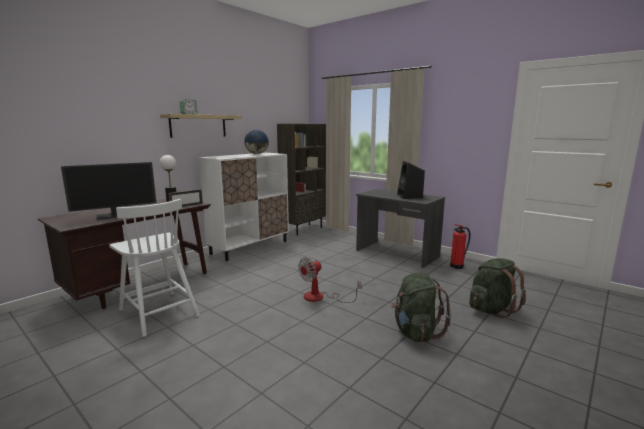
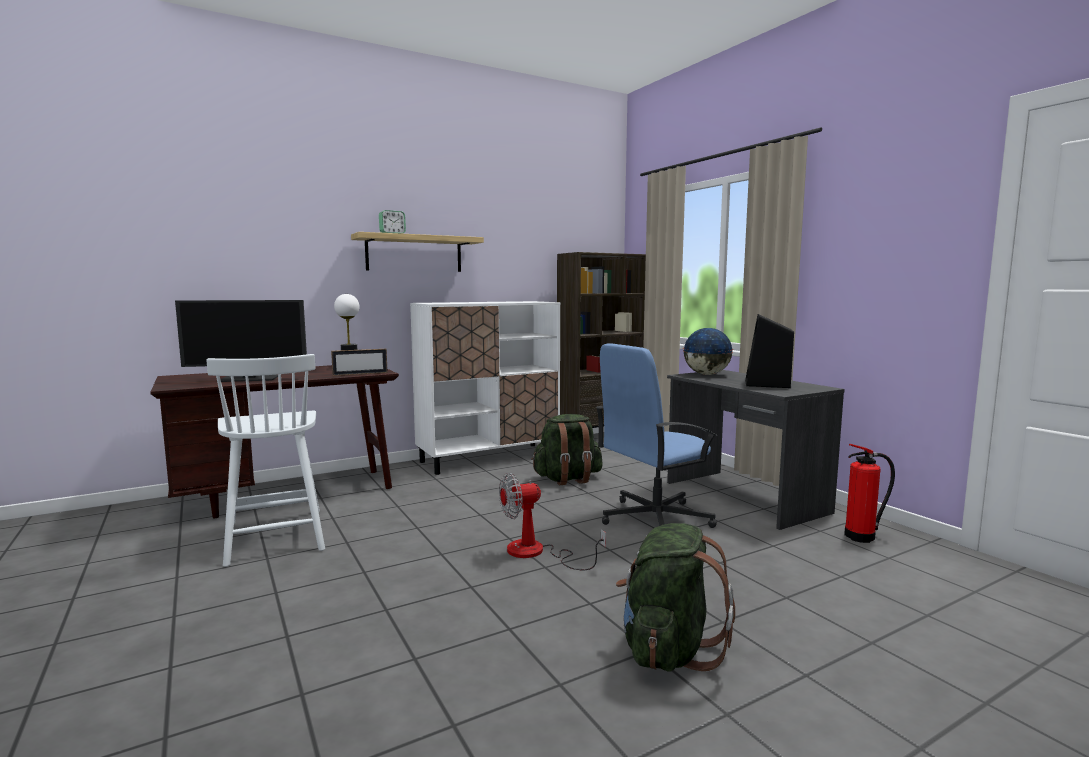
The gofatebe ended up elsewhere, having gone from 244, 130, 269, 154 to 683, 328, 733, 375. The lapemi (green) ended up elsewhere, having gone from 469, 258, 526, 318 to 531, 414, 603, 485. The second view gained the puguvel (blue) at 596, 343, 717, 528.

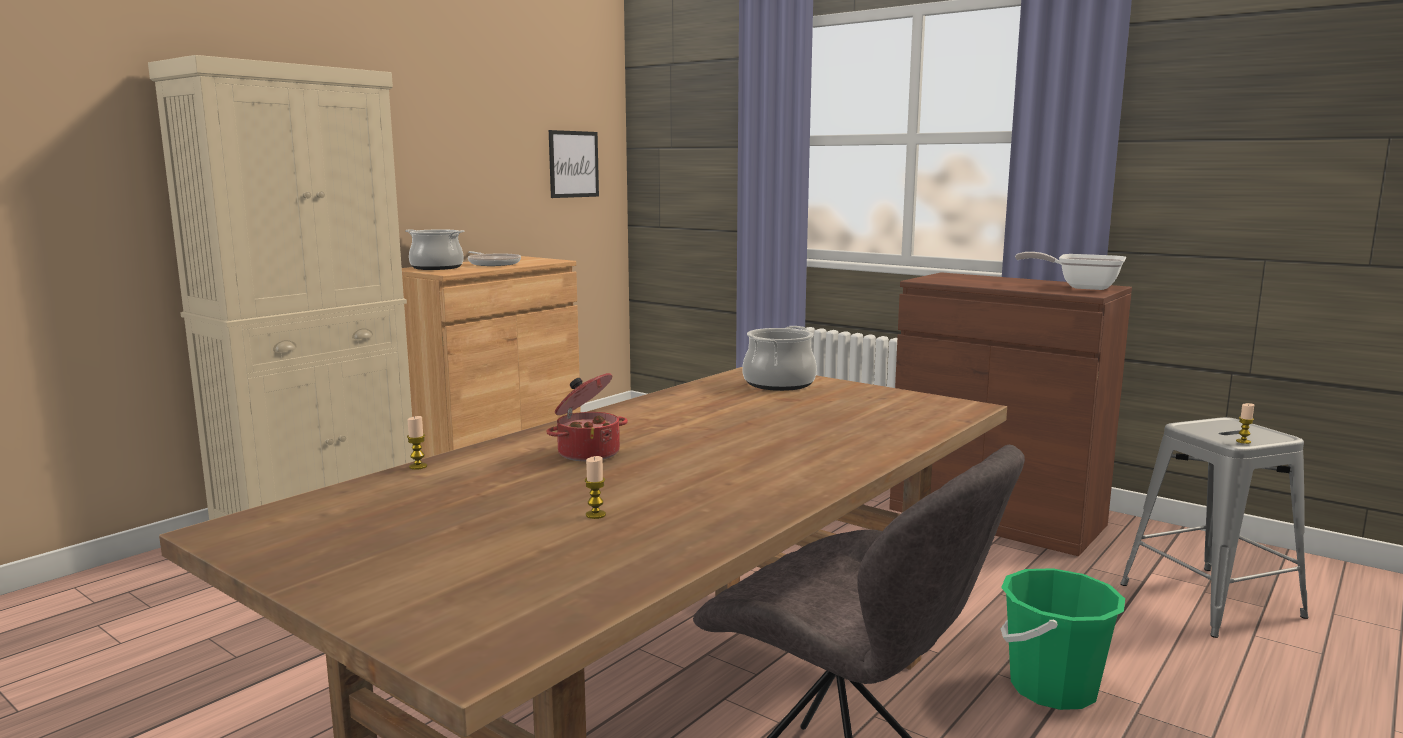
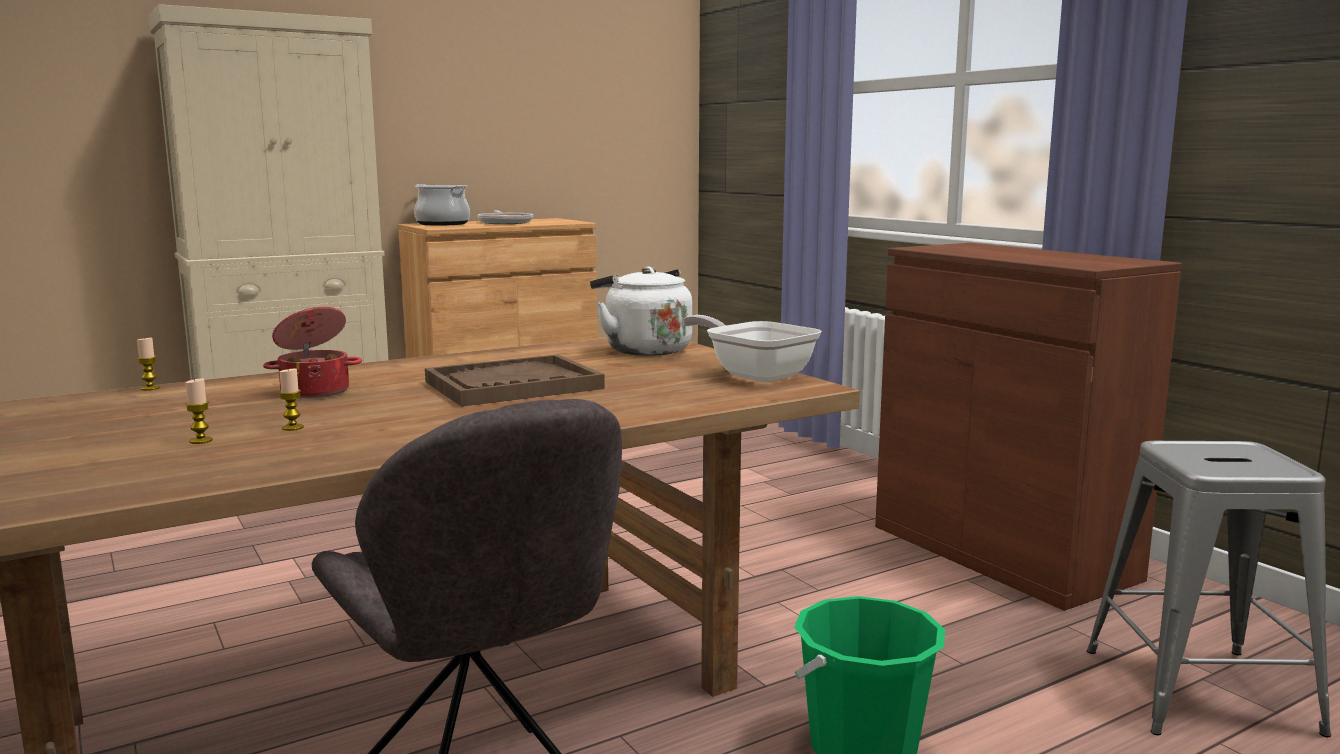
The second view lost the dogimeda at 549, 130, 599, 198. The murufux ended up elsewhere, having gone from 1015, 252, 1126, 290 to 683, 315, 822, 382. Where the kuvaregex stood at 742, 326, 817, 391, the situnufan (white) came to stand at 590, 266, 692, 356. The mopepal ended up elsewhere, having gone from 1236, 403, 1254, 444 to 279, 369, 304, 431. The second view gained the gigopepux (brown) at 425, 354, 605, 407.

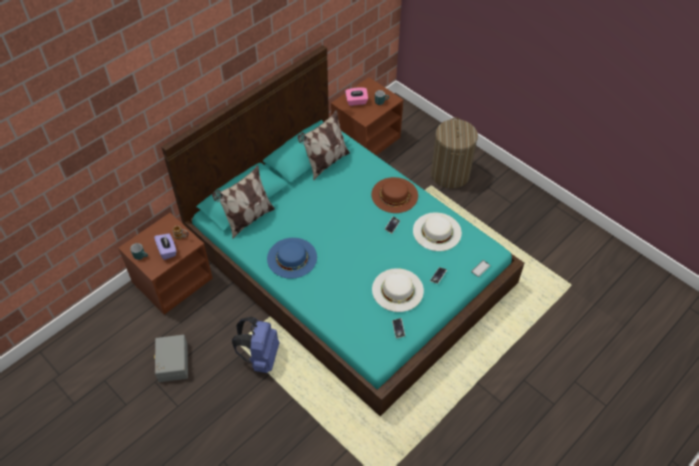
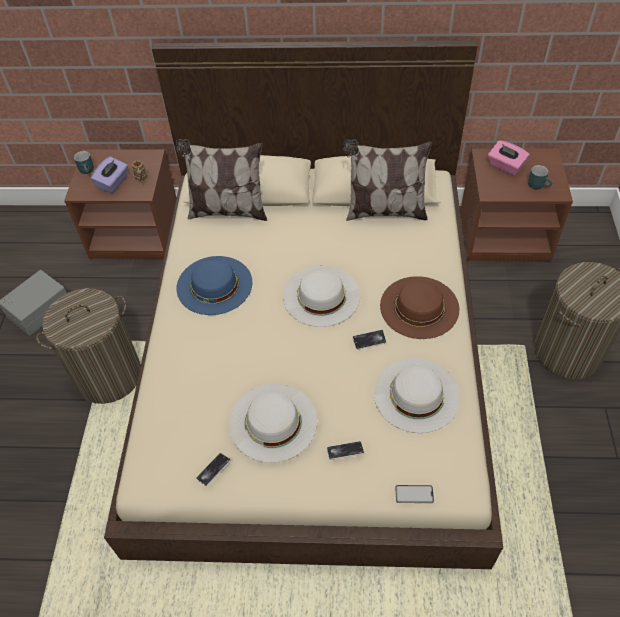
What was the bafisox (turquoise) at 161, 45, 524, 416 turned into the bafisox (beige) at 104, 40, 503, 569. Where the lapemi (blue) stood at 232, 317, 279, 373, the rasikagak came to stand at 36, 288, 141, 404. The second view gained the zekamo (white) at 283, 266, 360, 327.

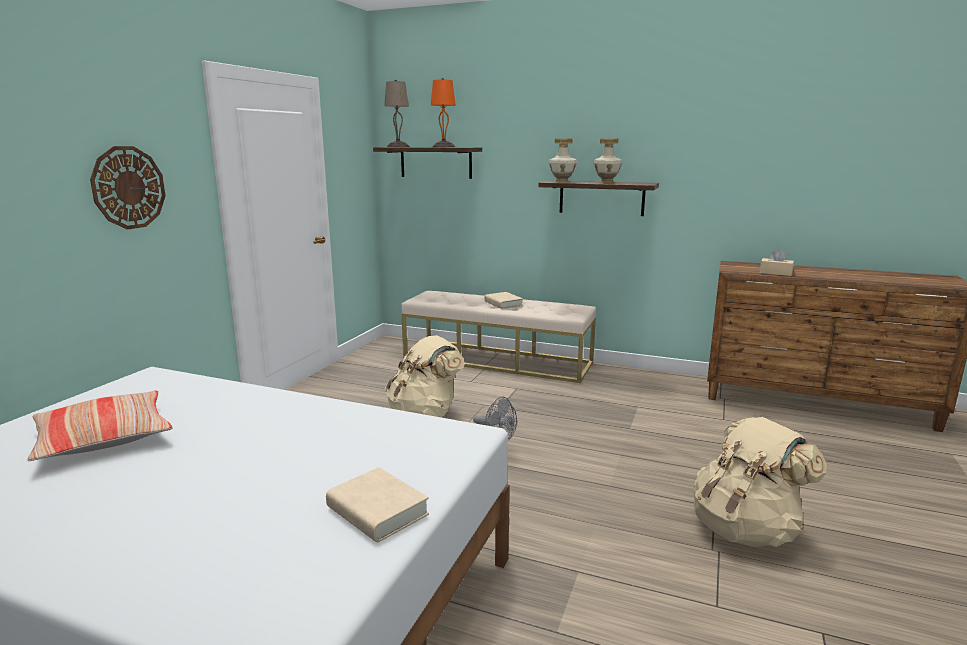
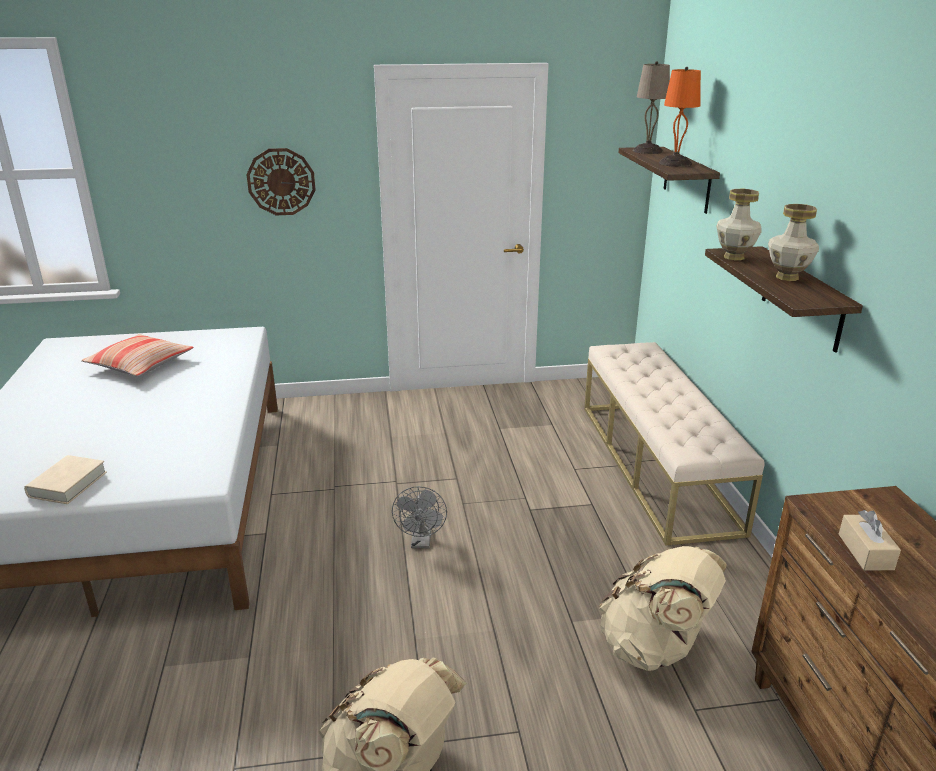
The second view lost the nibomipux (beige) at 485, 292, 523, 309. The lapemi (beige) ended up elsewhere, having gone from 385, 335, 465, 417 to 599, 546, 727, 671.

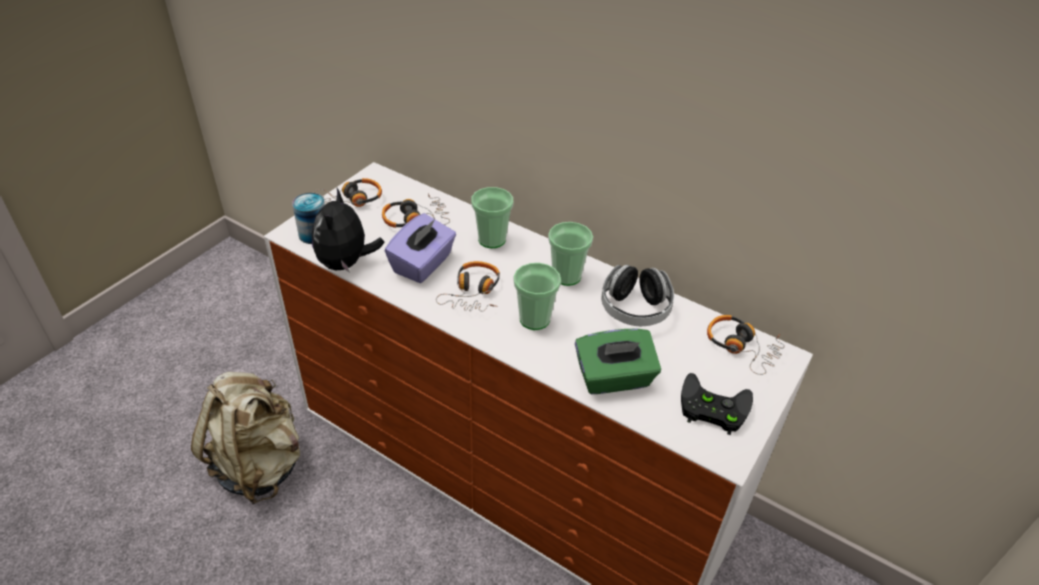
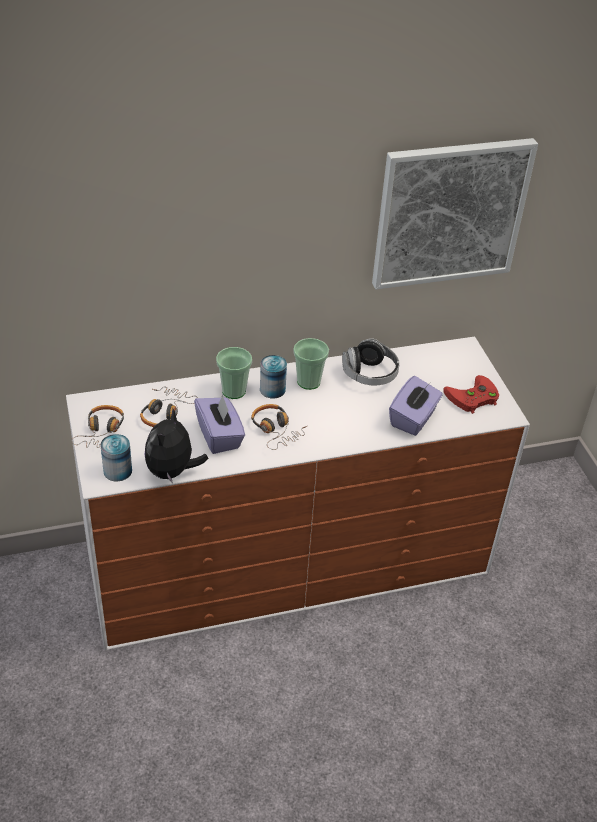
The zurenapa at 312, 188, 385, 273 ended up facing another way, 60 degrees clockwise from before. The second view lost the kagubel at 514, 263, 561, 330. The second view lost the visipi at 707, 315, 785, 375. What was the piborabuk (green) at 575, 328, 661, 394 turned into the piborabuk (purple) at 389, 376, 443, 436. The second view lost the lapemi (beige) at 191, 372, 300, 504. What was the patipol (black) at 681, 373, 753, 435 turned into the patipol (red) at 443, 375, 499, 414. The second view gained the dogimeda at 372, 138, 538, 289. The second view gained the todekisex at 260, 355, 287, 399.

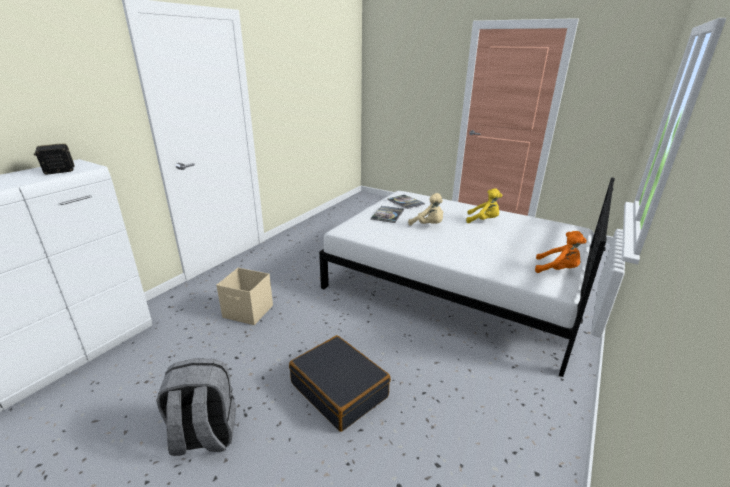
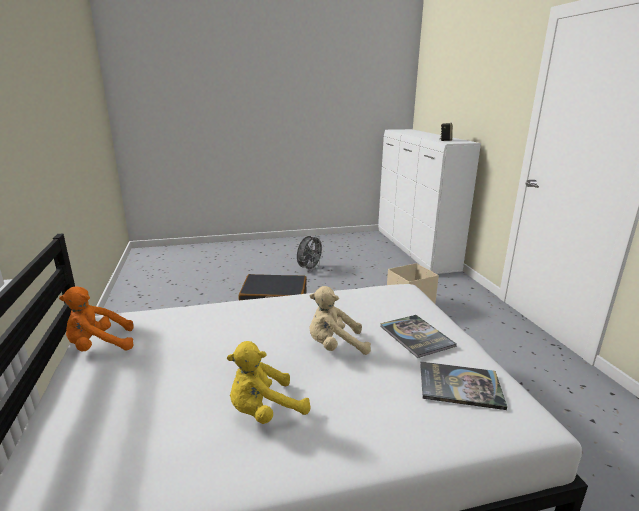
Where the lapemi (grey) stood at 156, 358, 236, 456, the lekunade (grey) came to stand at 297, 235, 324, 272.

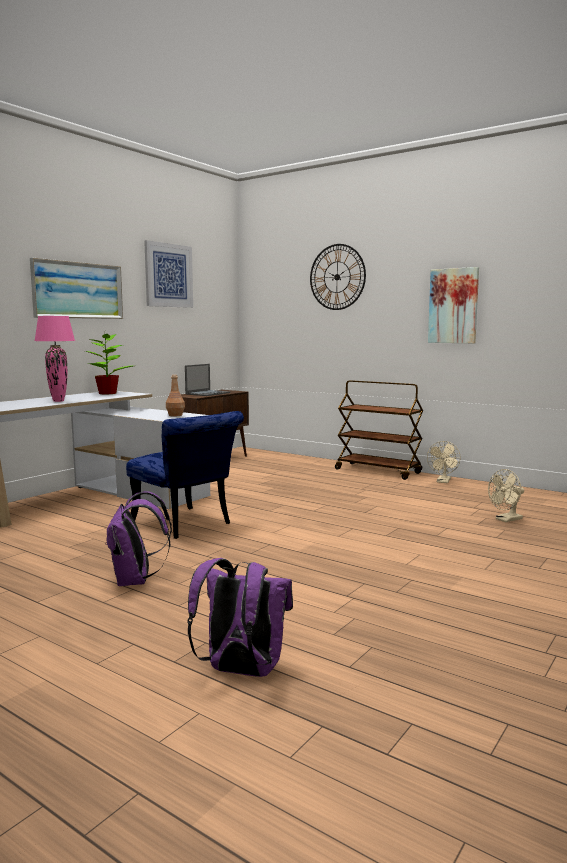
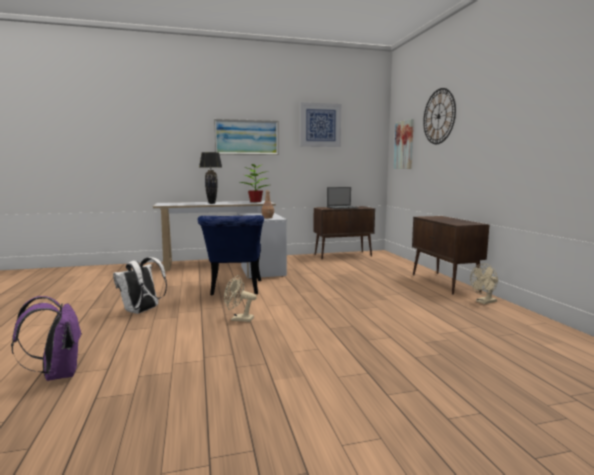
The dogimeda ended up elsewhere, having gone from 428, 267, 479, 343 to 394, 119, 414, 169. What was the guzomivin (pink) at 34, 316, 75, 402 turned into the guzomivin (black) at 199, 152, 222, 204. Where the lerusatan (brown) stood at 335, 380, 423, 480, the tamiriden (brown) came to stand at 412, 216, 489, 294. The lekunade (beige) ended up elsewhere, having gone from 488, 469, 524, 522 to 224, 275, 257, 322. What was the lapemi (purple) at 105, 491, 172, 586 turned into the lapemi (white) at 113, 257, 167, 314.

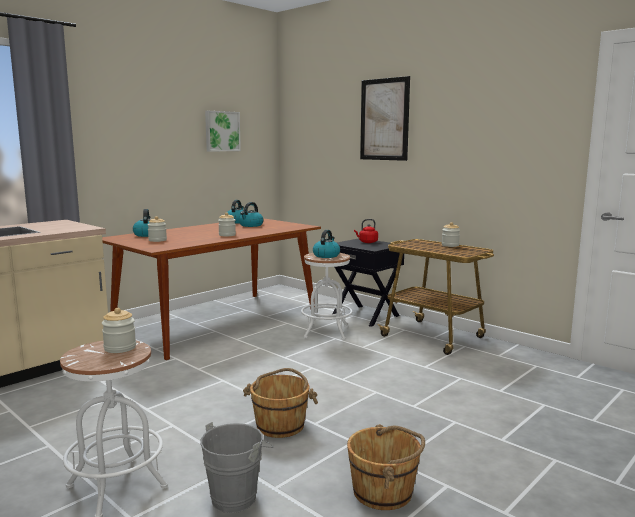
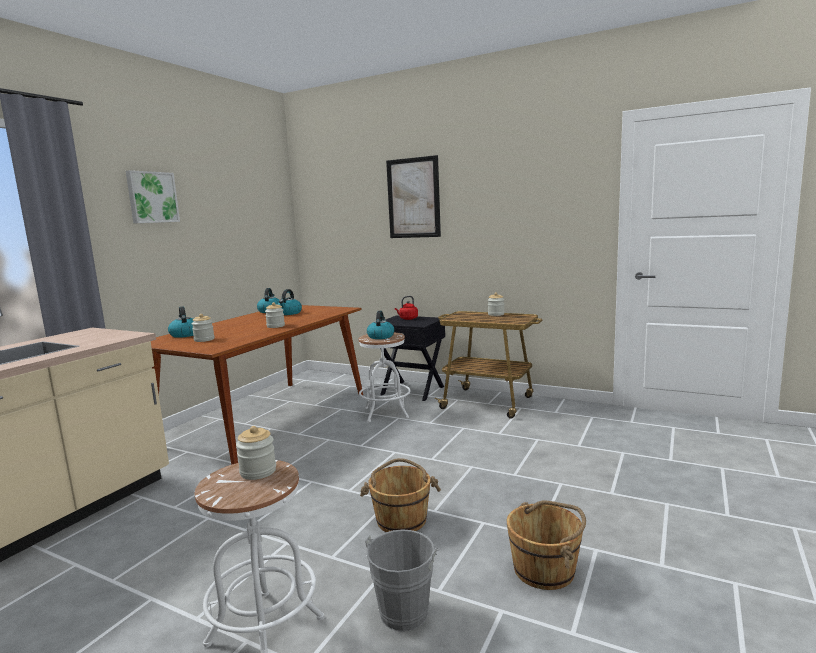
The dogimeda ended up elsewhere, having gone from 205, 111, 241, 152 to 126, 170, 180, 223.

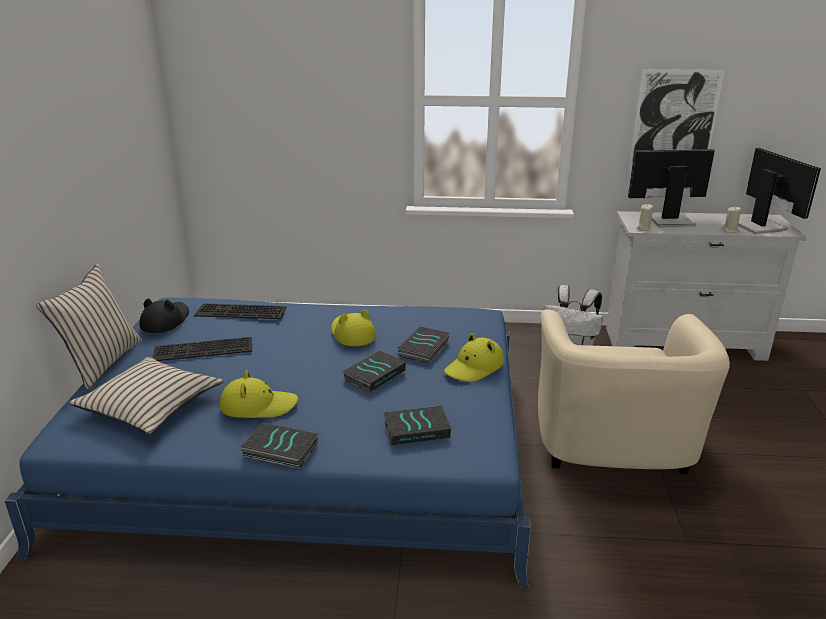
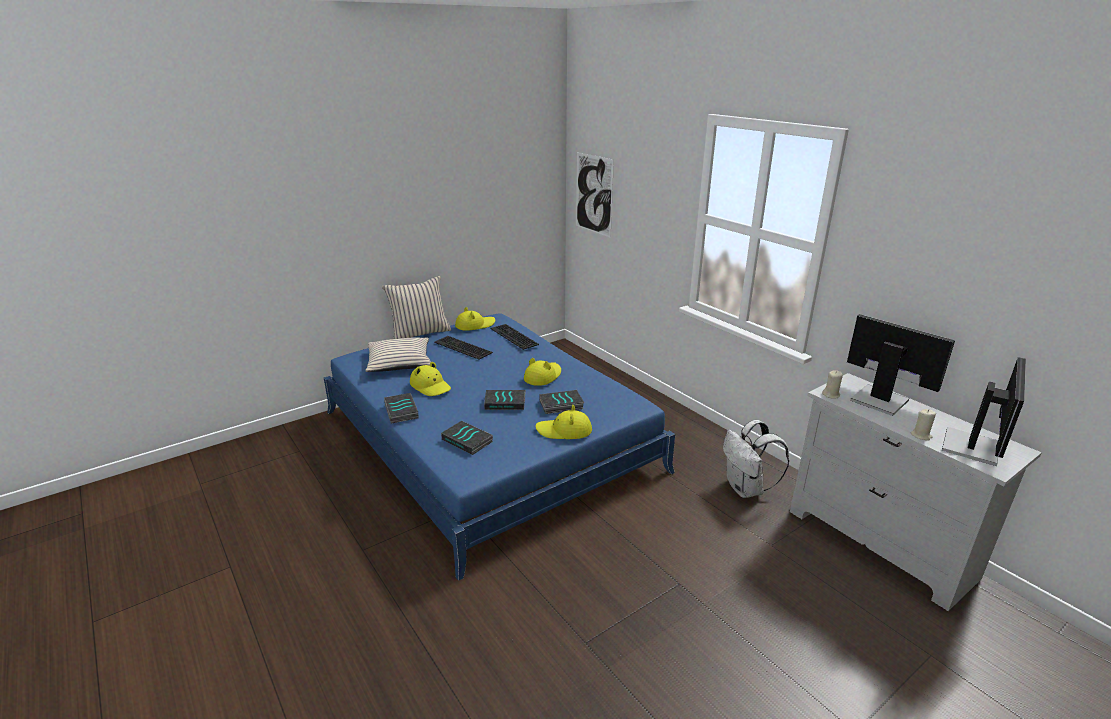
The dogimeda ended up elsewhere, having gone from 628, 69, 724, 173 to 576, 152, 614, 238. What was the zekamo (black) at 140, 298, 189, 333 turned into the zekamo (yellow) at 455, 307, 495, 331. The second view lost the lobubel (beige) at 538, 309, 730, 474.

